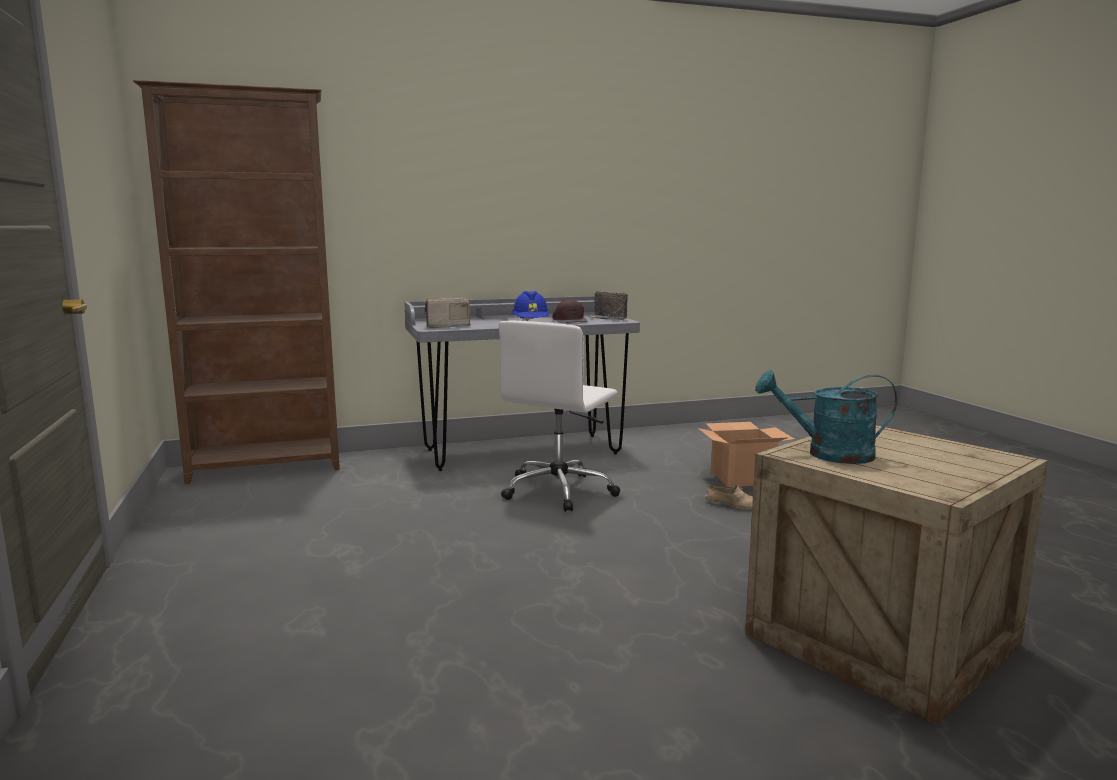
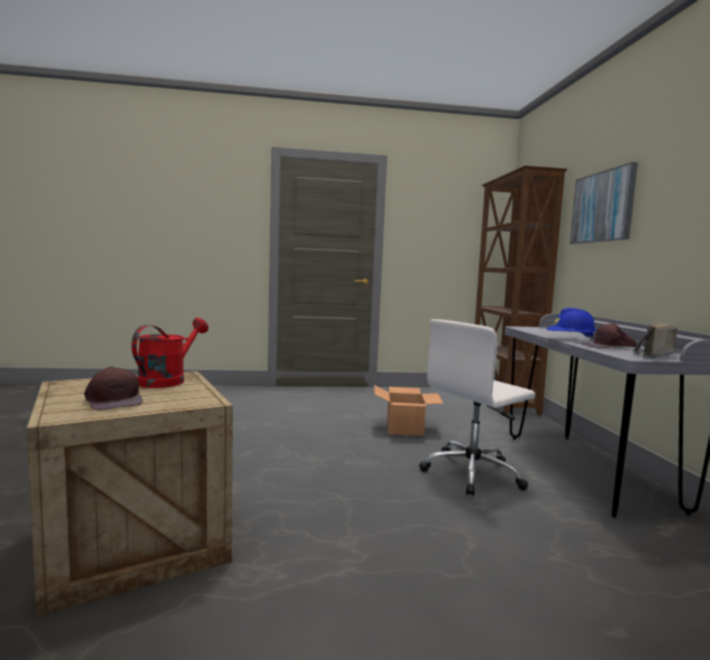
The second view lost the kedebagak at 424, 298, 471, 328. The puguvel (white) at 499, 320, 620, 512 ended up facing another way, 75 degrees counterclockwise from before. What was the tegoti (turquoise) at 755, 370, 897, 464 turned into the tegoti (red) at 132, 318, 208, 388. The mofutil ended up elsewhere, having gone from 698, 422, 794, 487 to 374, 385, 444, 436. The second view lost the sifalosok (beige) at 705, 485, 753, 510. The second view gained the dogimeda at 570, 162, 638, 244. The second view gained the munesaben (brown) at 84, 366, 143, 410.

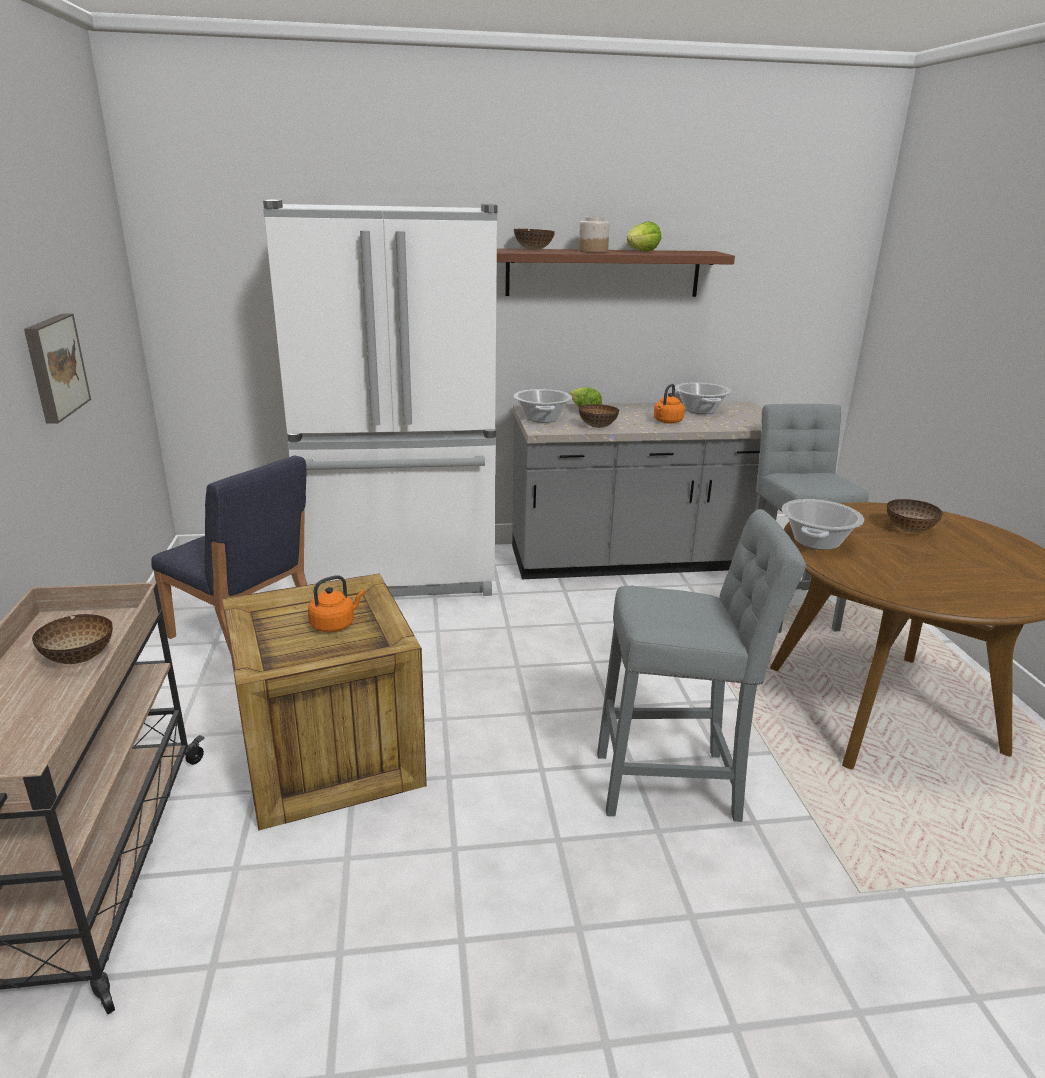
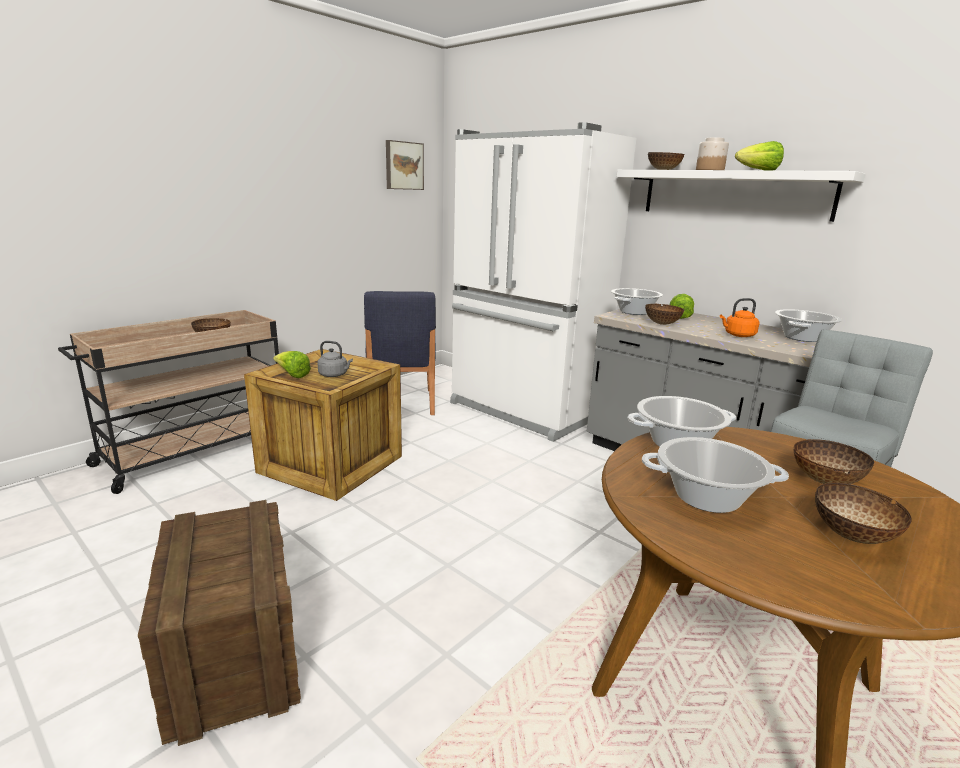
What was the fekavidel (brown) at 497, 248, 735, 297 turned into the fekavidel (white) at 617, 170, 866, 222. The dogimeda ended up elsewhere, having gone from 24, 313, 91, 424 to 386, 140, 424, 190. The second view lost the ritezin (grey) at 597, 509, 806, 822. What was the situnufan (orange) at 308, 575, 364, 632 turned into the situnufan (grey) at 317, 341, 353, 377. The second view gained the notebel at 273, 351, 311, 378. The second view gained the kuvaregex at 642, 437, 789, 513. The second view gained the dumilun at 815, 482, 912, 544. The second view gained the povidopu at 138, 500, 301, 746.

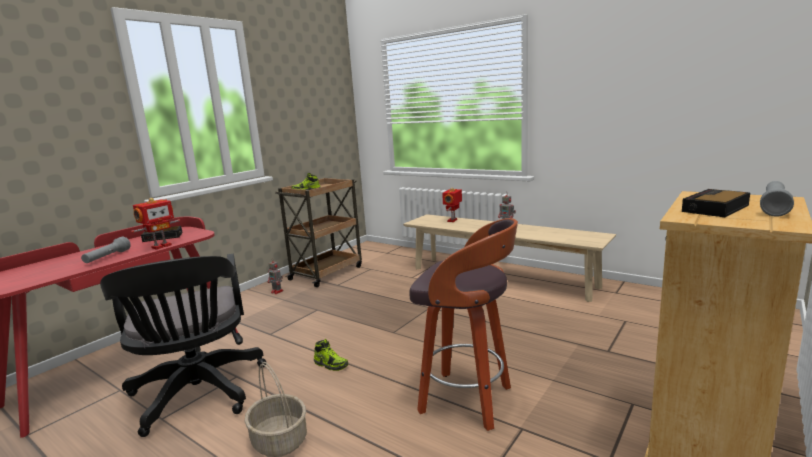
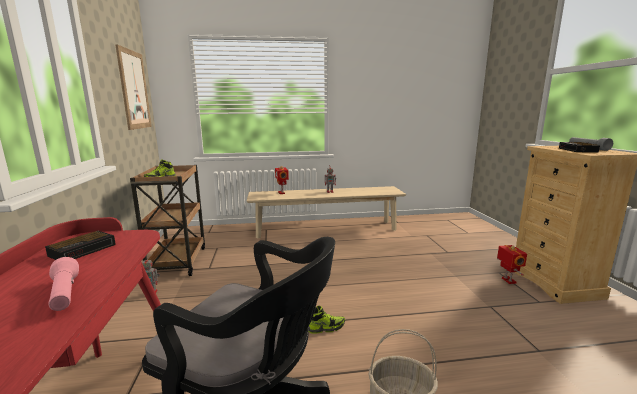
The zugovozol ended up elsewhere, having gone from 131, 198, 180, 250 to 497, 245, 527, 284. The second view lost the ritezin at 410, 218, 518, 431. What was the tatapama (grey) at 81, 237, 131, 263 turned into the tatapama (pink) at 49, 257, 79, 311. The second view gained the dogimeda at 115, 44, 152, 130.

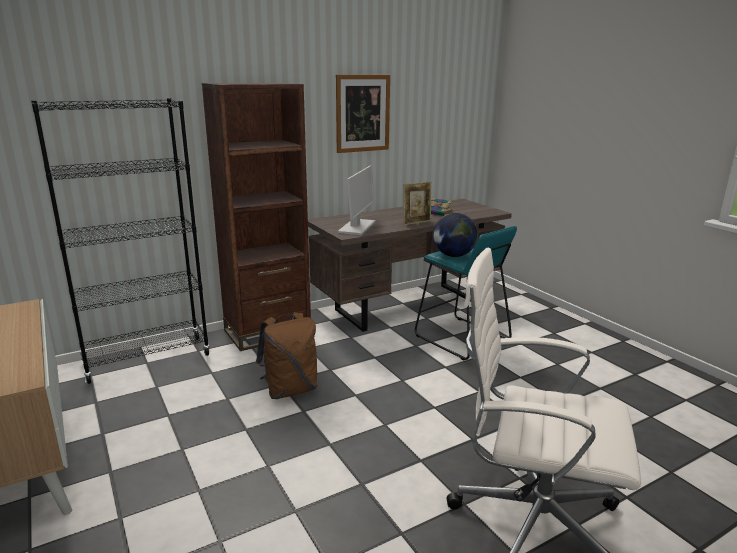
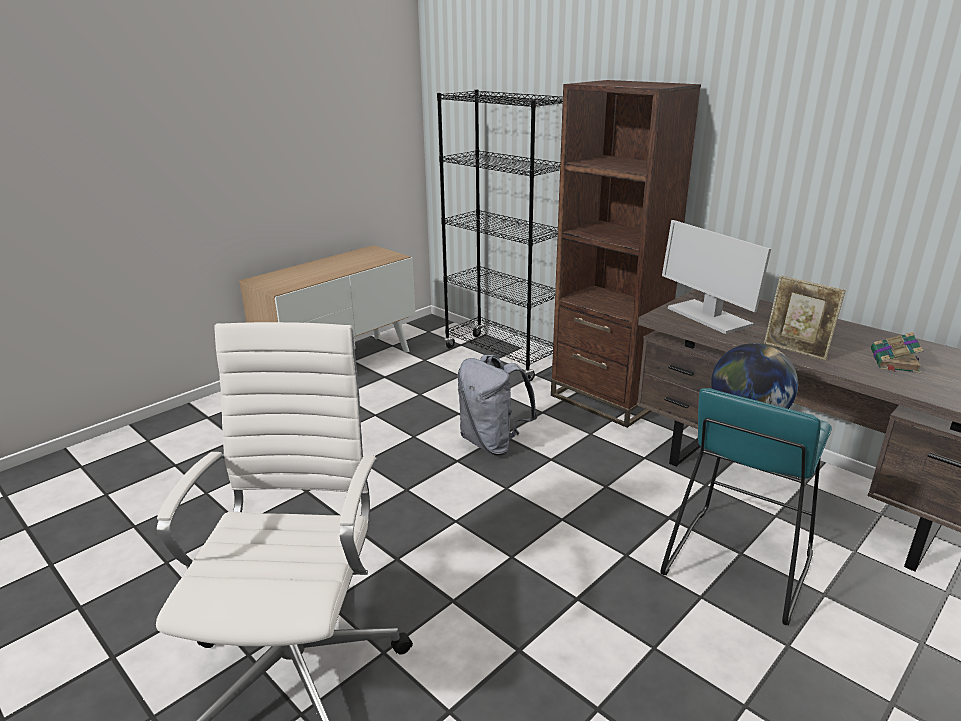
The second view lost the dogimeda at 336, 75, 390, 153. The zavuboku at 338, 165, 376, 235 ended up facing another way, 60 degrees clockwise from before. What was the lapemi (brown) at 256, 312, 317, 399 turned into the lapemi (grey) at 457, 355, 537, 455.

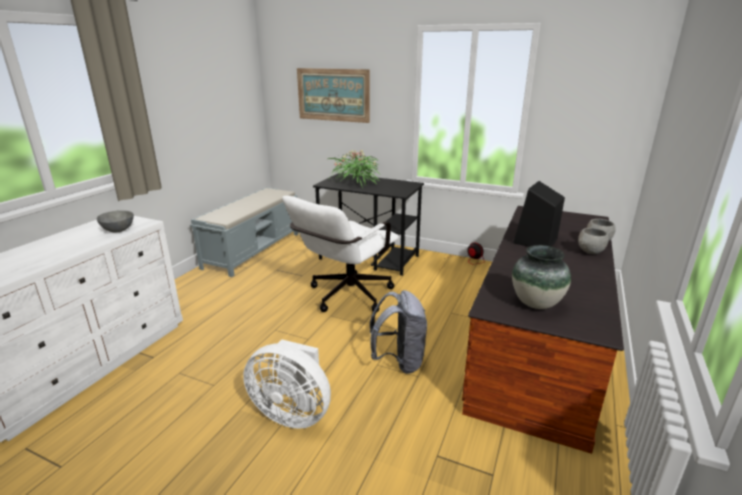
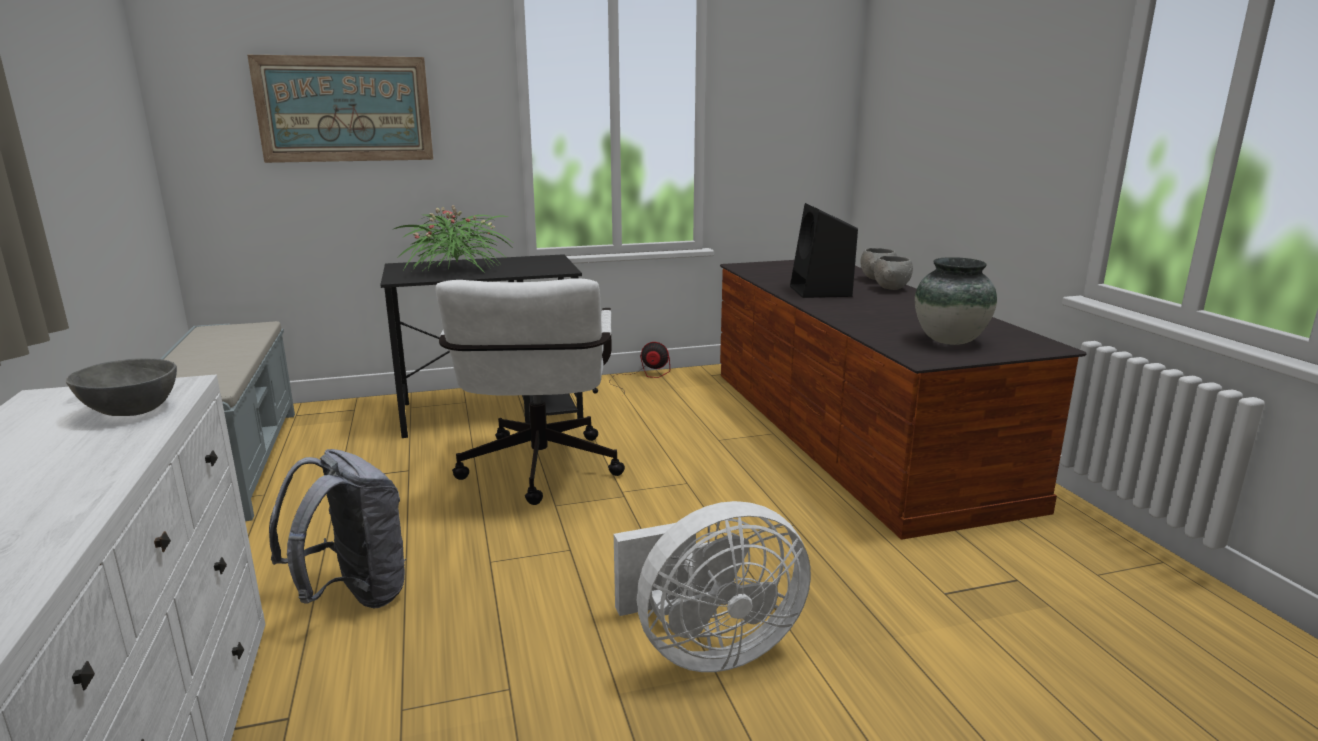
The lapemi (grey) ended up elsewhere, having gone from 370, 290, 427, 374 to 269, 449, 406, 608.

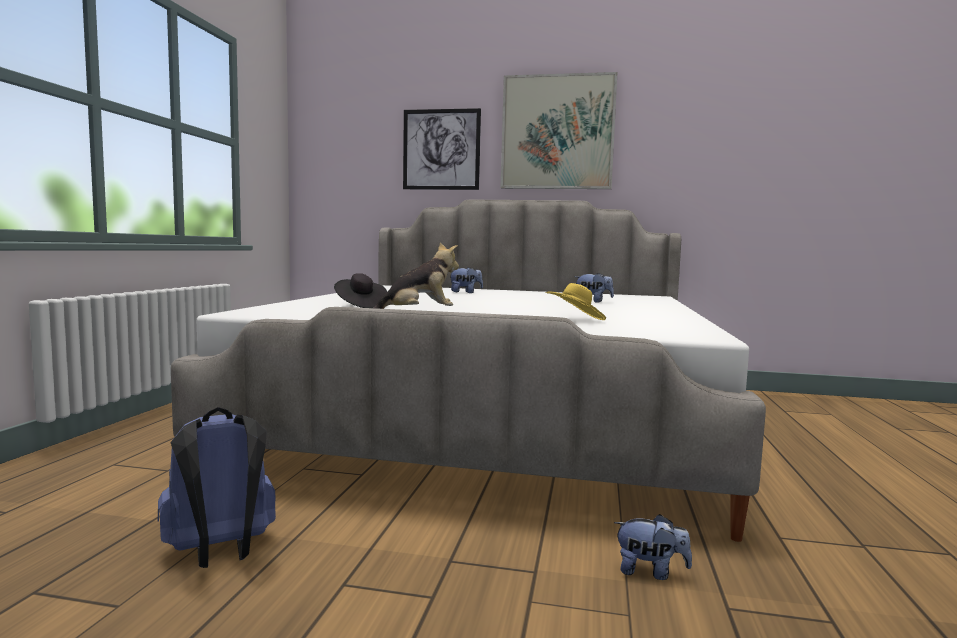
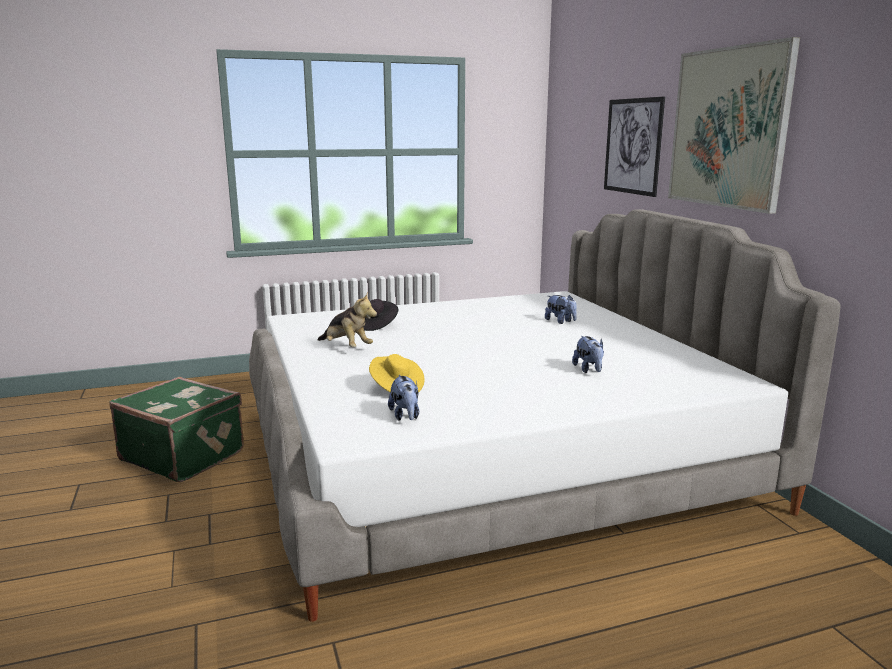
Where the lapemi (blue) stood at 158, 407, 276, 568, the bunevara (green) came to stand at 110, 377, 244, 482. The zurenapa ended up elsewhere, having gone from 614, 514, 692, 580 to 388, 375, 419, 421.

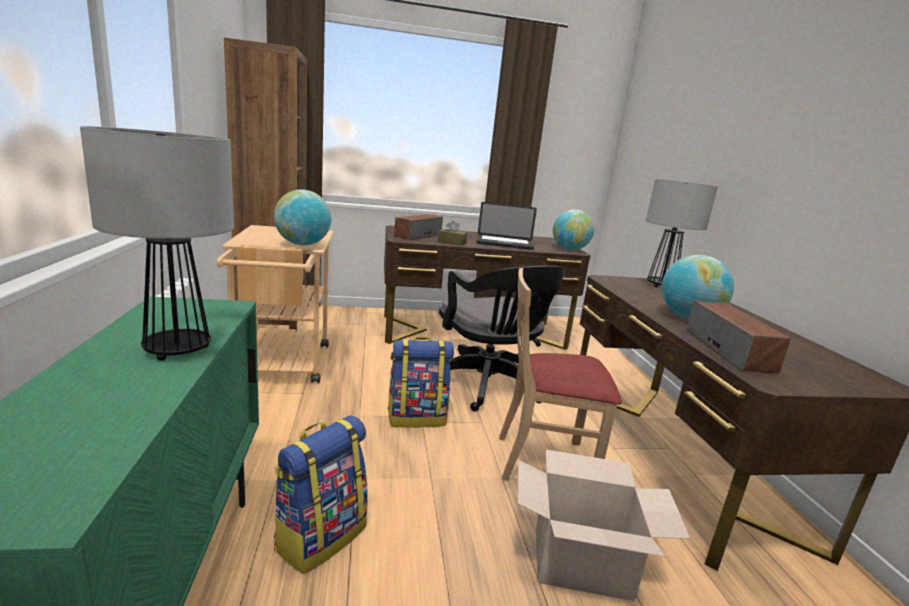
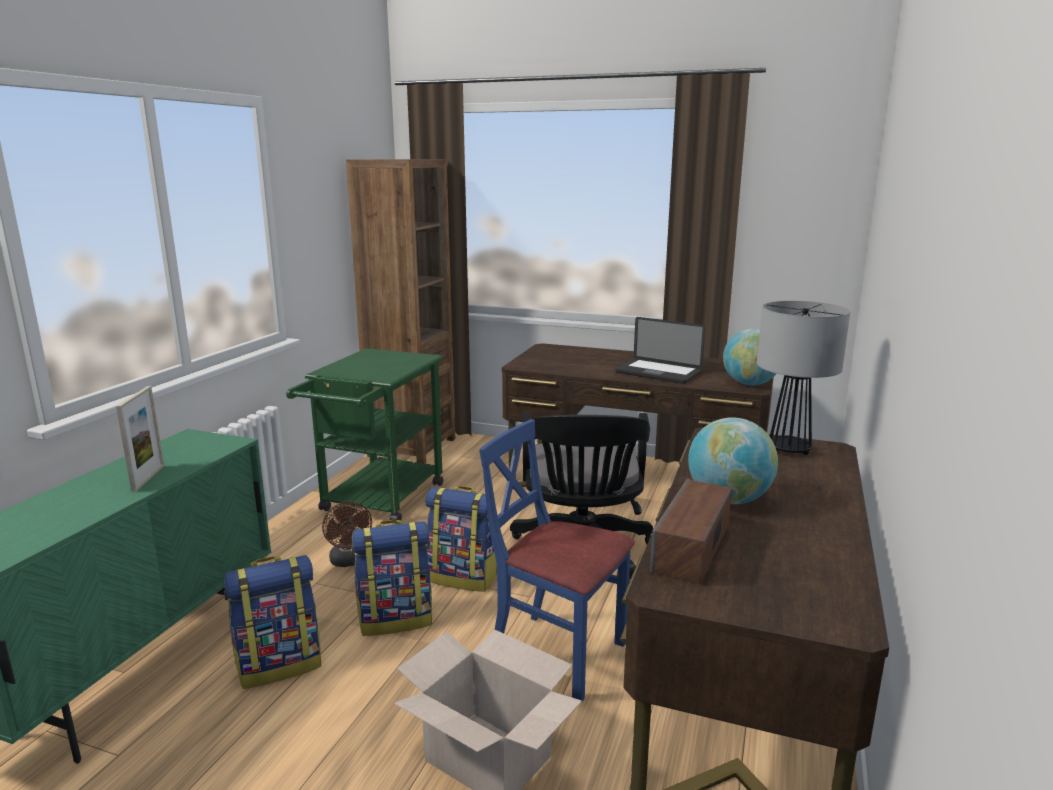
Where the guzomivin stood at 80, 126, 234, 361, the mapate came to stand at 116, 386, 164, 492. The second view lost the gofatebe at 274, 189, 331, 245. The second view lost the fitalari at 394, 214, 443, 240. The second view lost the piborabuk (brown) at 438, 221, 467, 246. What was the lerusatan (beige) at 217, 225, 333, 383 turned into the lerusatan (green) at 286, 348, 443, 524. What was the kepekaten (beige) at 499, 268, 622, 481 turned into the kepekaten (blue) at 479, 419, 635, 703. The second view gained the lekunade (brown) at 322, 502, 372, 567. The second view gained the lapemi at 351, 520, 432, 636.

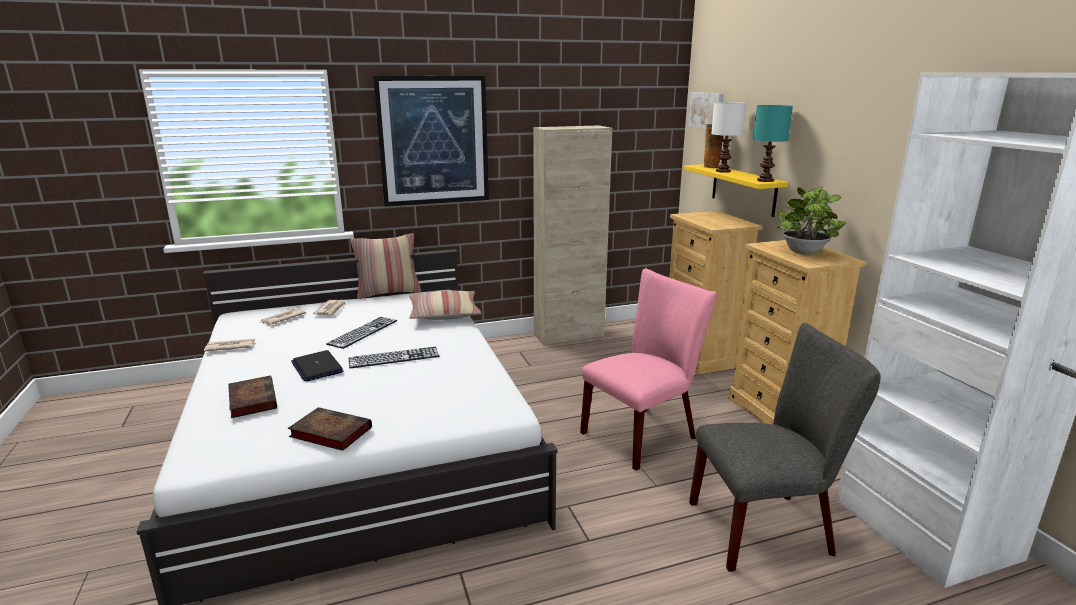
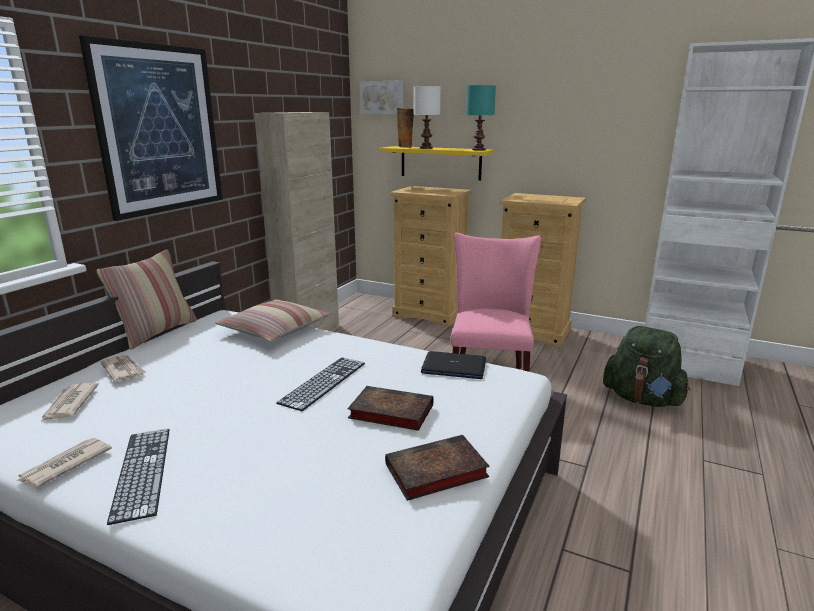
The second view lost the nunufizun at 777, 186, 846, 255. The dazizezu ended up elsewhere, having gone from 326, 317, 397, 349 to 107, 429, 169, 525. Where the kepekaten (grey) stood at 689, 323, 881, 572, the lapemi (green) came to stand at 603, 326, 691, 407. The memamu ended up elsewhere, having gone from 291, 350, 343, 382 to 421, 351, 486, 379. The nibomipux ended up elsewhere, having gone from 228, 376, 277, 418 to 348, 386, 433, 431.

